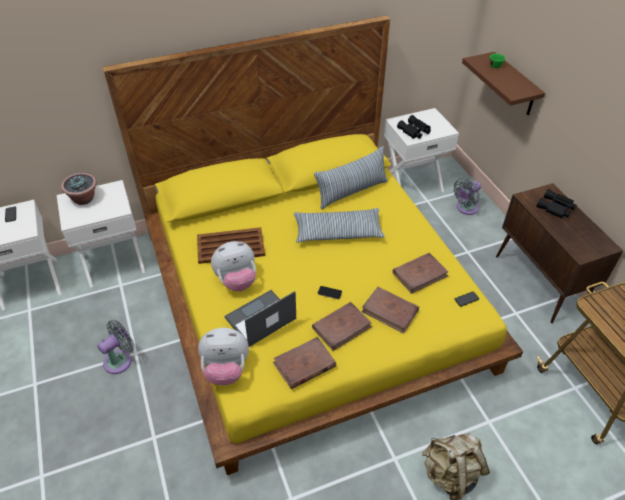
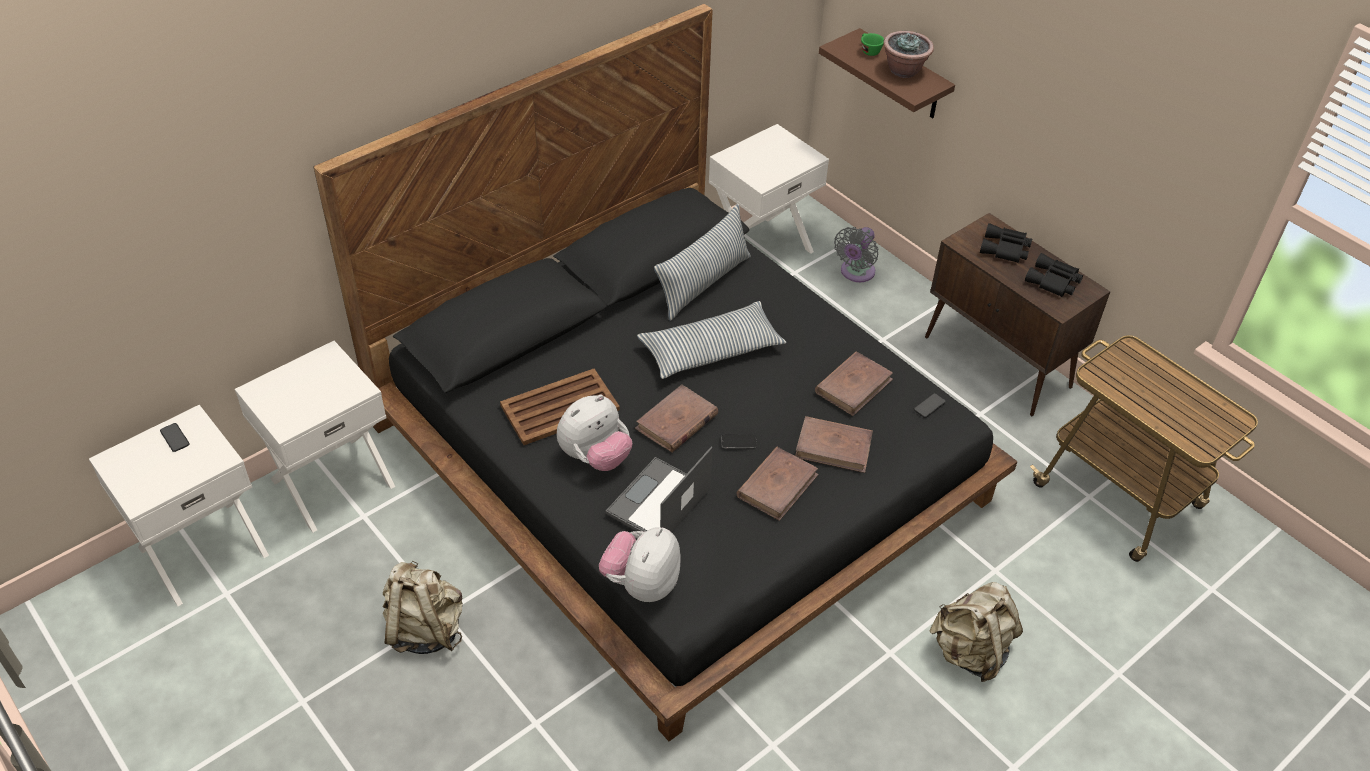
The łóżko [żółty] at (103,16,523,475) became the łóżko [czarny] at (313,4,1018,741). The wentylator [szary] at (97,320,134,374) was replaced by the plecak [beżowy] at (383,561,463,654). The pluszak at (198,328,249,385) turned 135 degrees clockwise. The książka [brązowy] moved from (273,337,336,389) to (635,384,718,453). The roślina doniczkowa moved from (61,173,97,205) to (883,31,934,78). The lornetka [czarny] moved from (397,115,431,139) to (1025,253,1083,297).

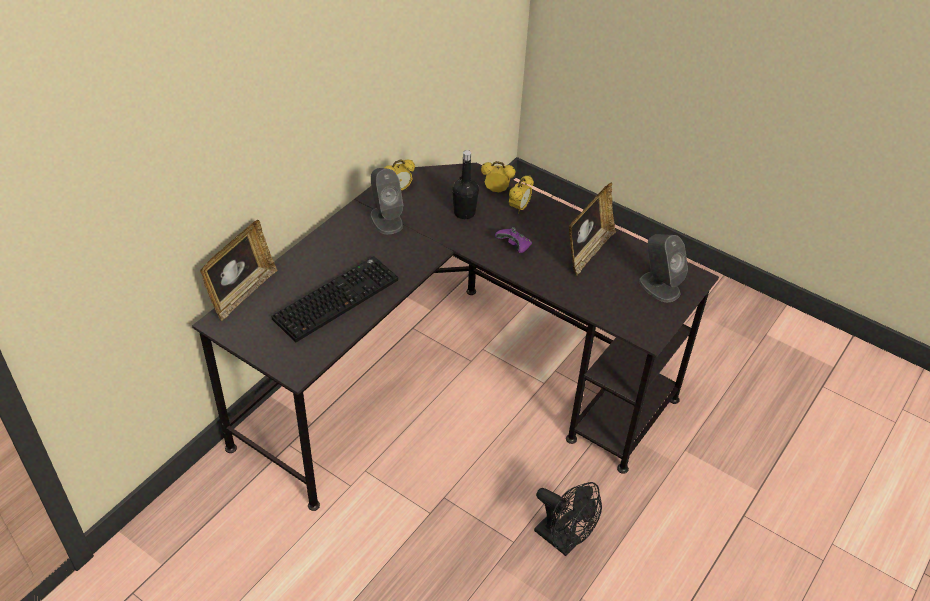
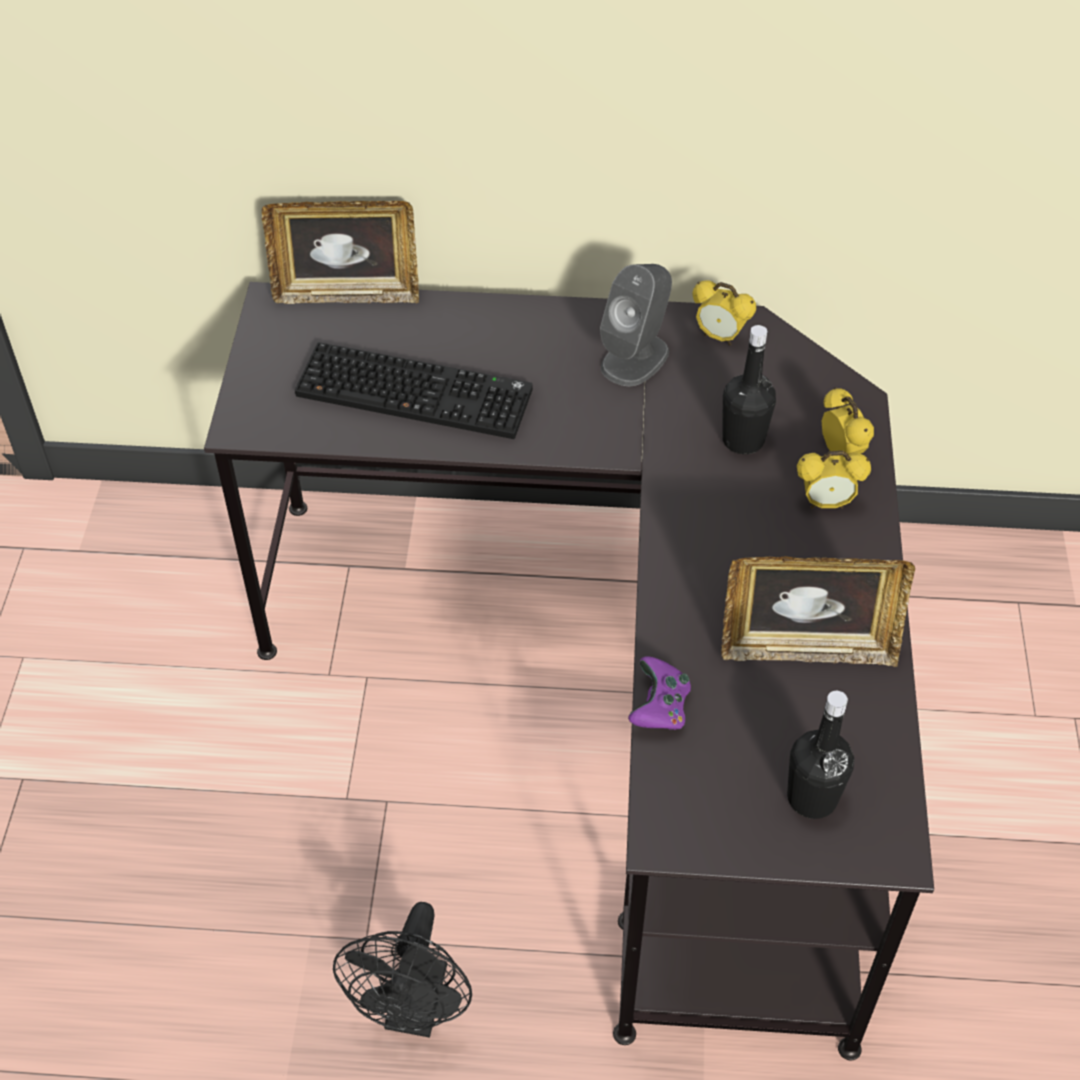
The pad do gier [fioletowy] moved from (495,227,532,253) to (628,656,691,730). The głośnik [szary] at (639,234,688,302) was replaced by the butelka [czarny] at (787,691,854,819).

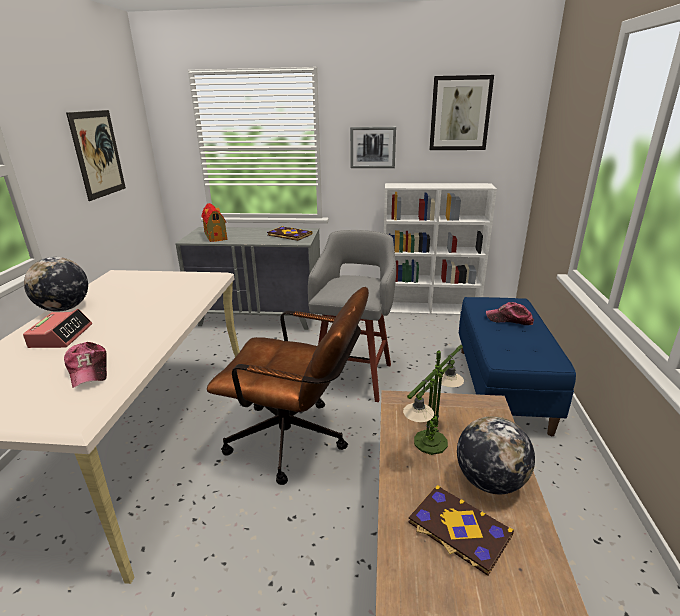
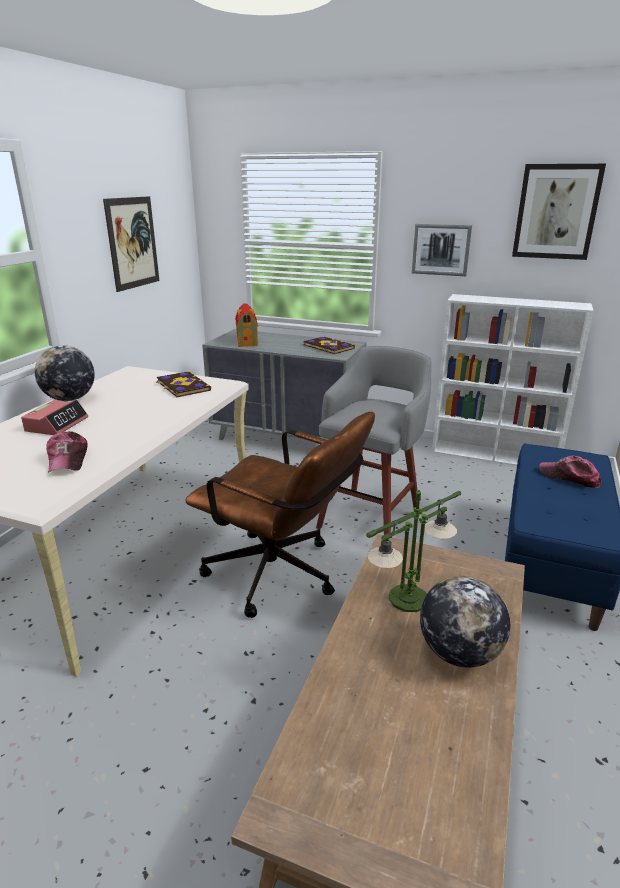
The książka moved from (408,485,514,576) to (156,371,211,397).

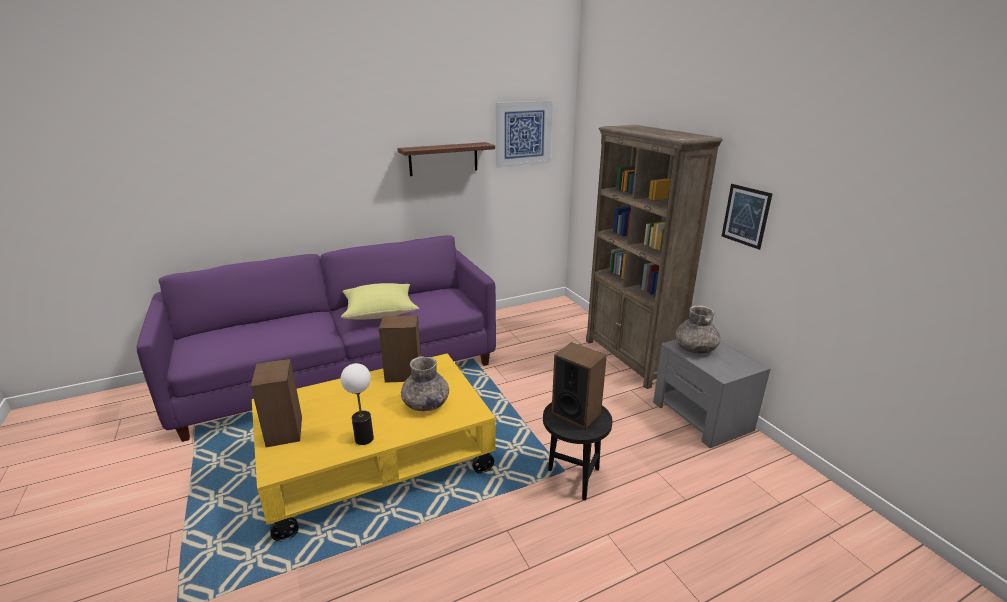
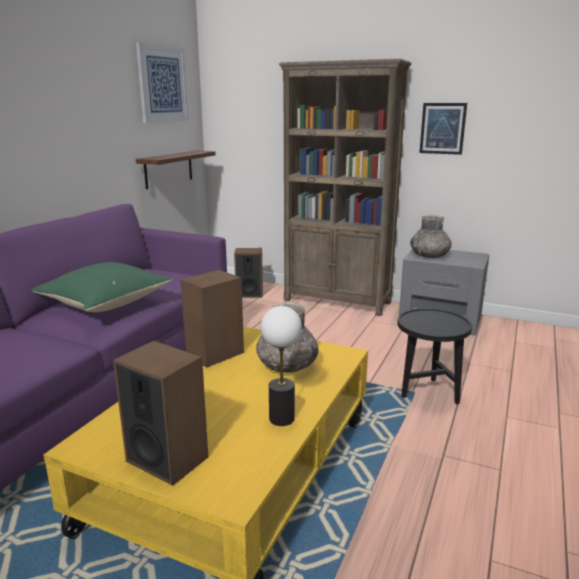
The poduszka [żółty] at (341,283,419,320) became the poduszka [zielony] at (31,262,173,312). The półka moved from (397,142,495,176) to (136,150,216,189). The głośnik moved from (551,342,607,429) to (234,248,263,298).

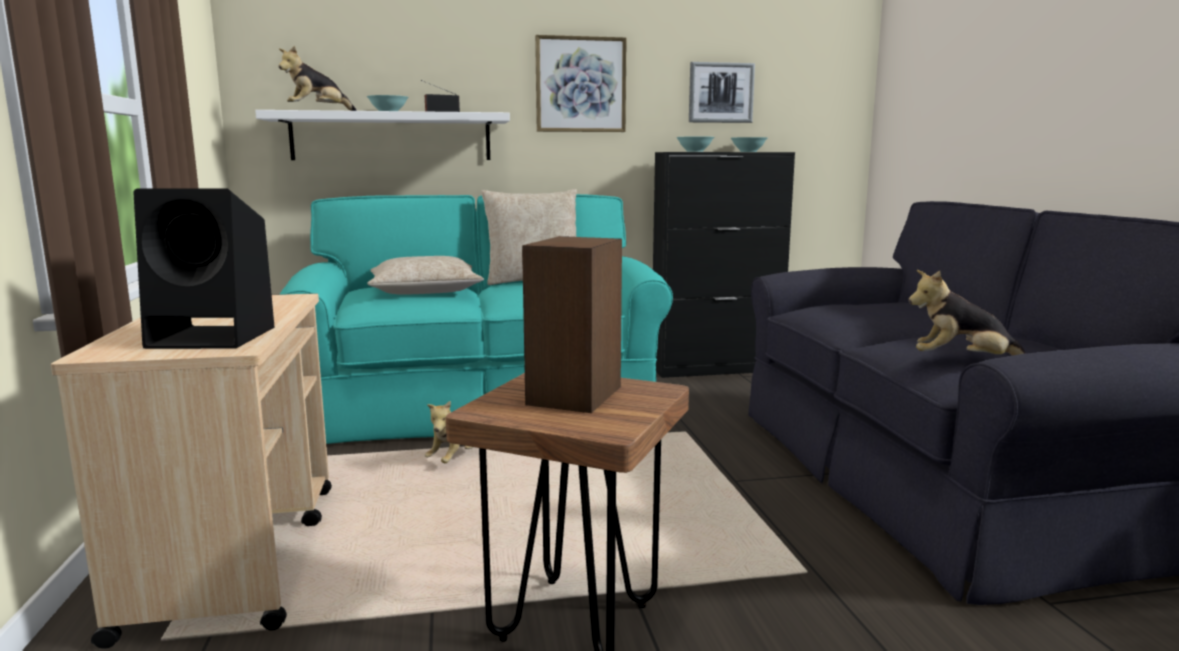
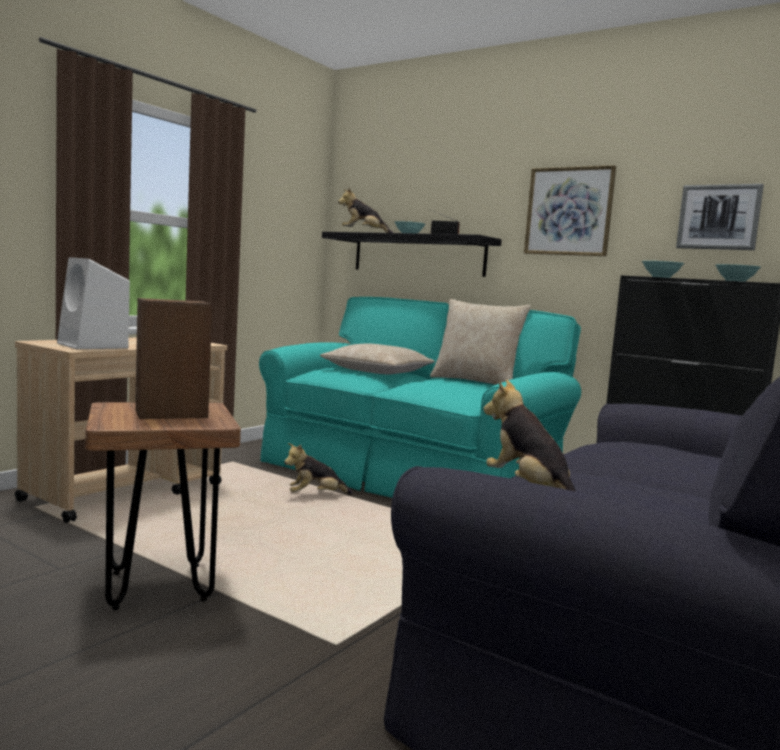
The głośnik [czarny] at (133,188,275,349) became the głośnik [biały] at (57,257,130,349). The półka [biały] at (255,110,510,160) became the półka [czarny] at (322,232,501,277).

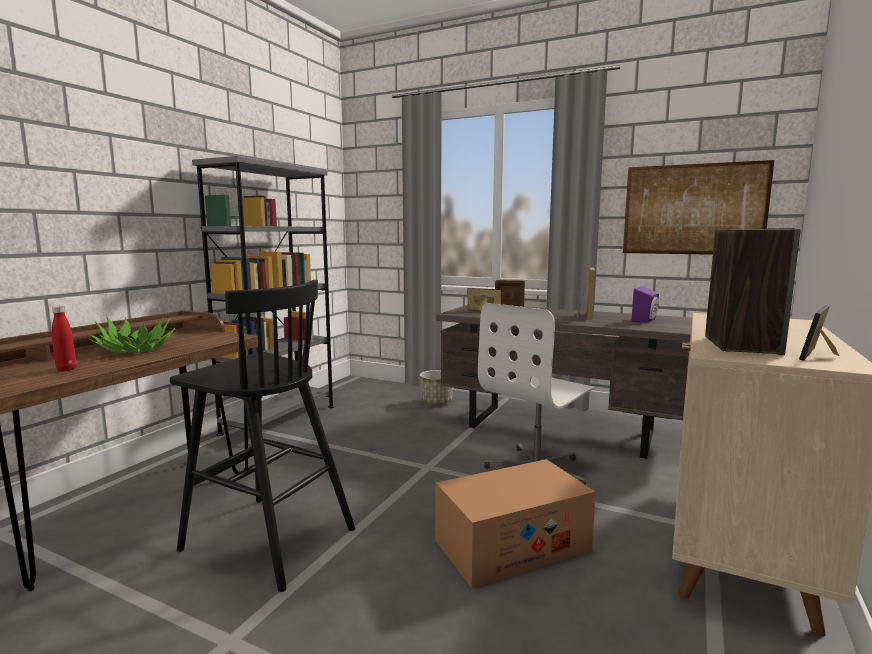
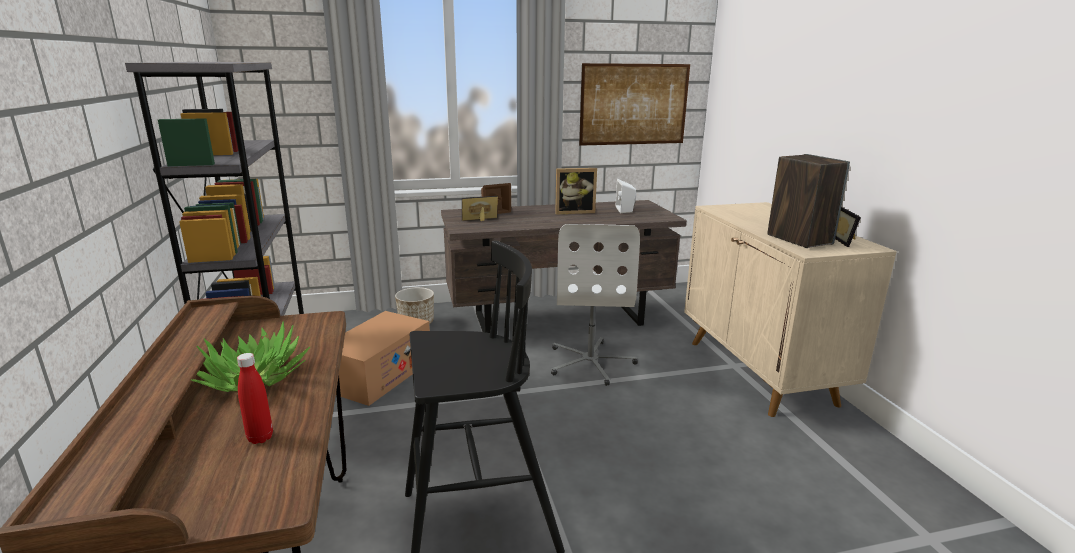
The karton moved from (435,459,596,588) to (339,311,430,406). The ramka na zdjęcie at (577,267,595,320) turned 105 degrees clockwise. The głośnik [fioletowy] at (632,286,659,323) became the głośnik [biały] at (616,179,636,213).

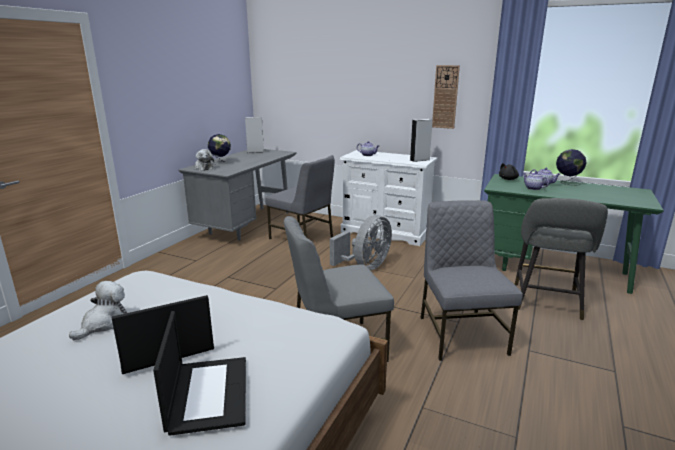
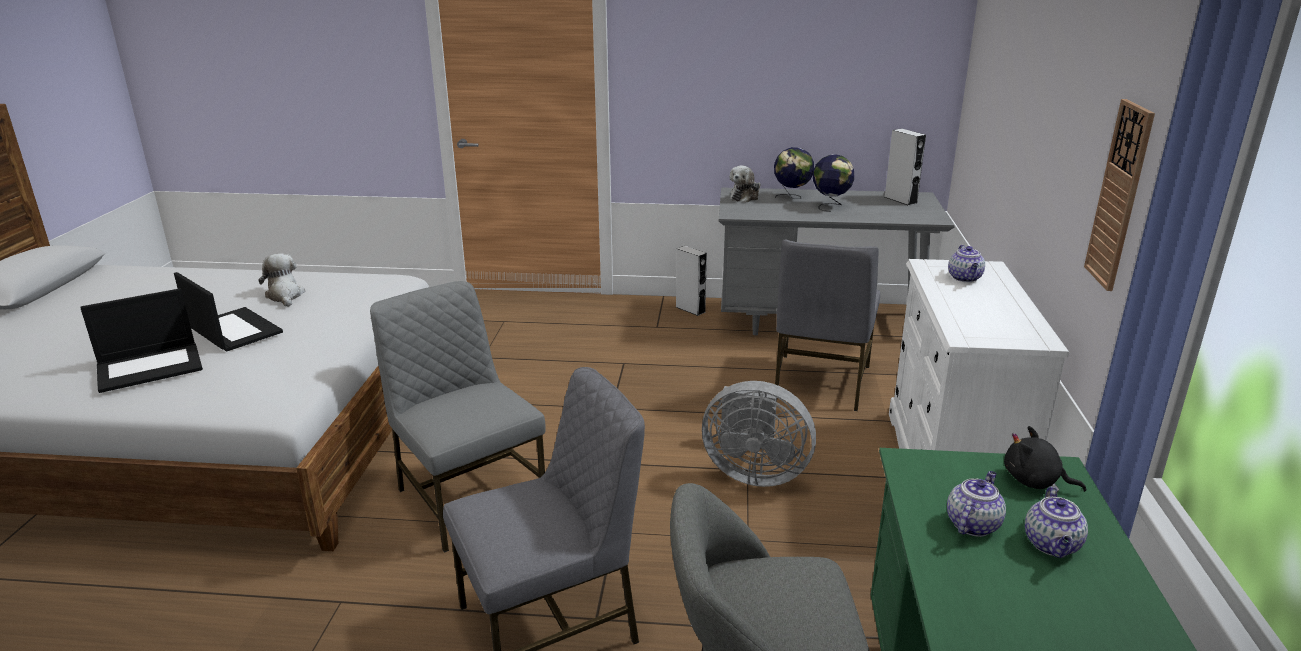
The pluszak at (69,281,127,340) turned 120 degrees counterclockwise. The głośnik [szary] moved from (410,119,433,162) to (676,246,707,316). The globus moved from (556,149,586,186) to (813,154,854,212).

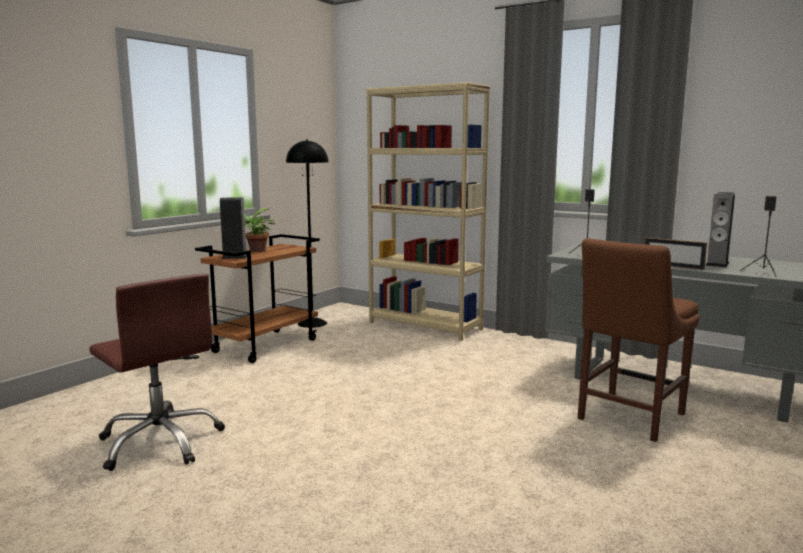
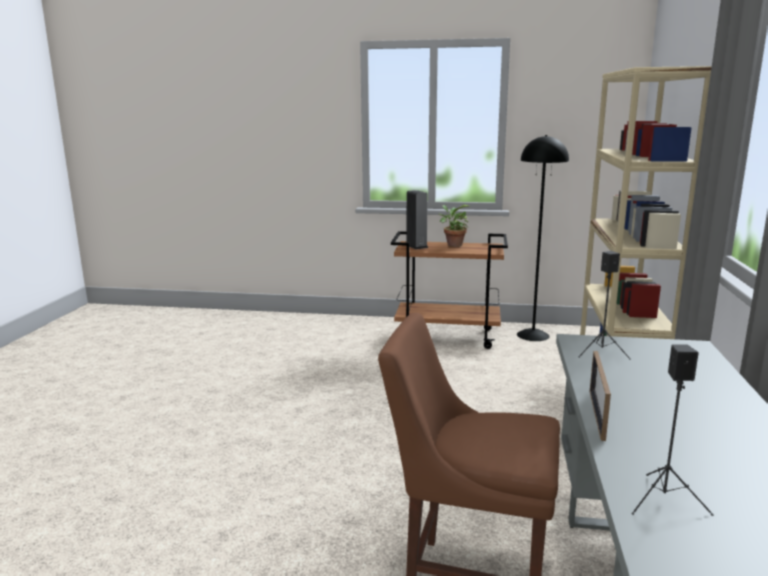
The krzesło biurowe [brązowy] at (89,273,225,471) disappeared. The głośnik at (705,192,735,268) disappeared.

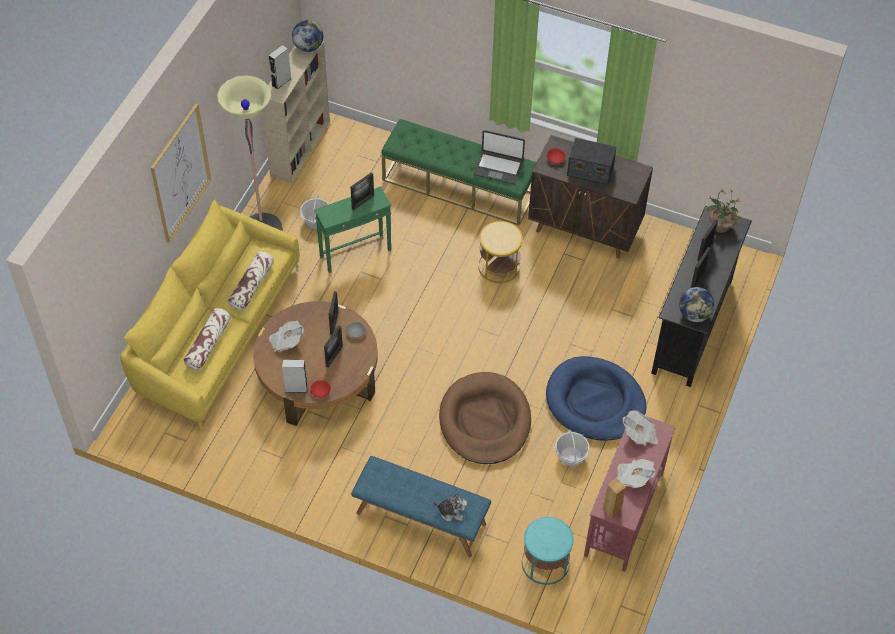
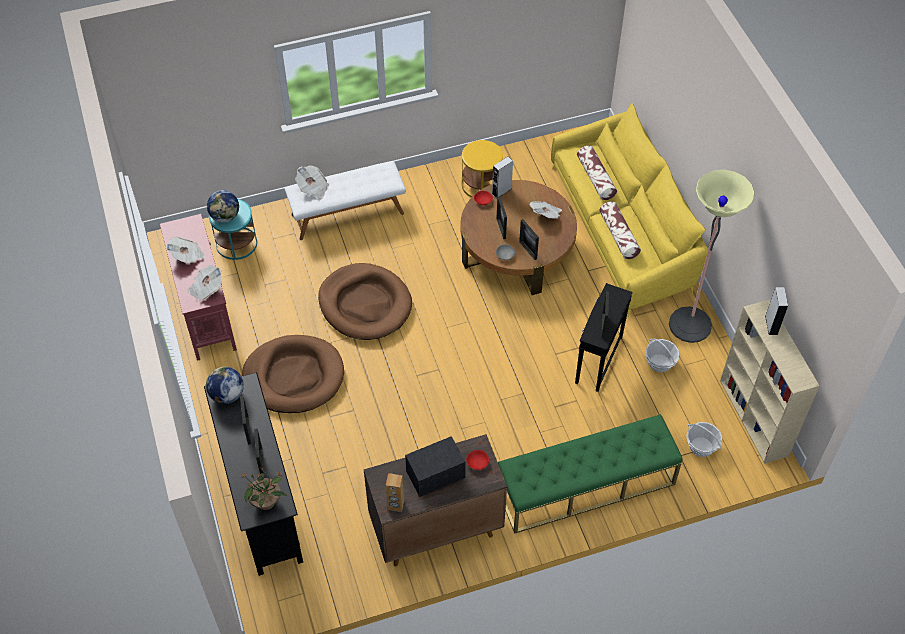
The globus moved from (292,20,323,52) to (207,190,239,223). The legowisko [niebieski] at (546,356,646,441) became the legowisko [brązowy] at (242,335,344,413). The ławka [niebieski] at (351,456,491,557) became the ławka [biały] at (285,161,406,240). The pluszak at (433,493,467,522) was replaced by the gazeta at (295,165,329,199). The głośnik [brązowy] moved from (603,478,626,518) to (386,473,404,512). The stolik [żółty] moved from (478,221,523,283) to (462,140,503,198). The stolik [zielony] at (314,186,391,273) became the stolik [czarny] at (575,283,633,392). The koszyk moved from (555,429,589,467) to (686,422,722,457). The obraz at (151,103,211,243) disappeared. The laptop at (474,130,525,184) disappeared.

